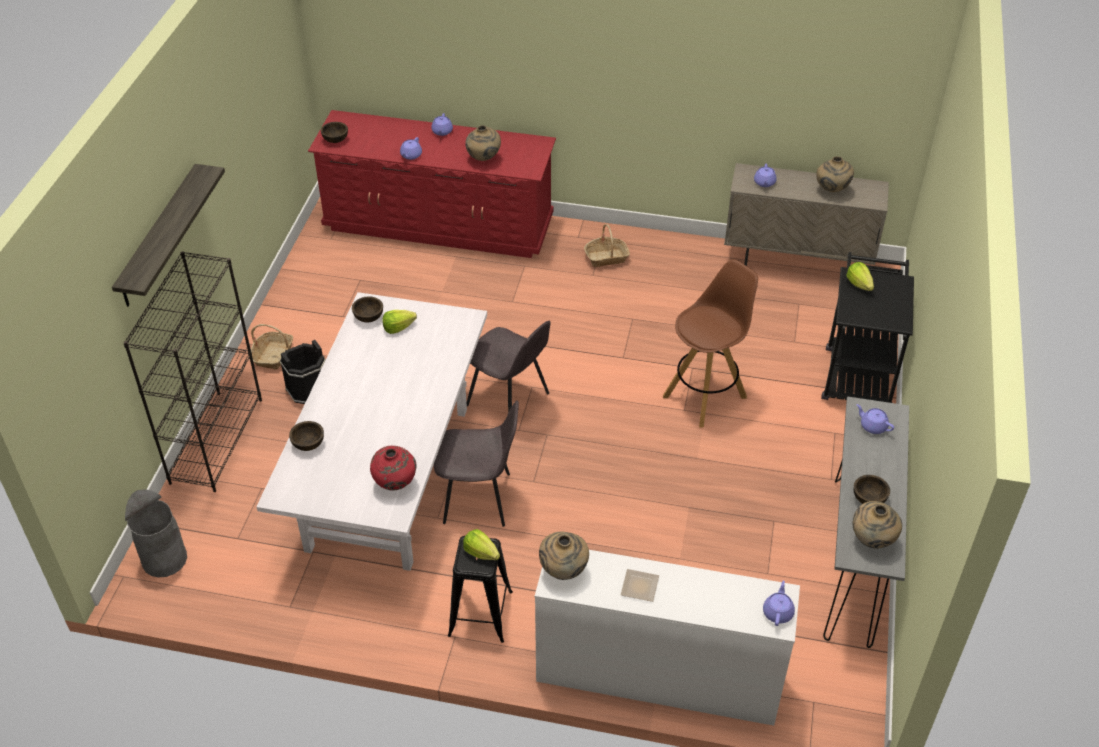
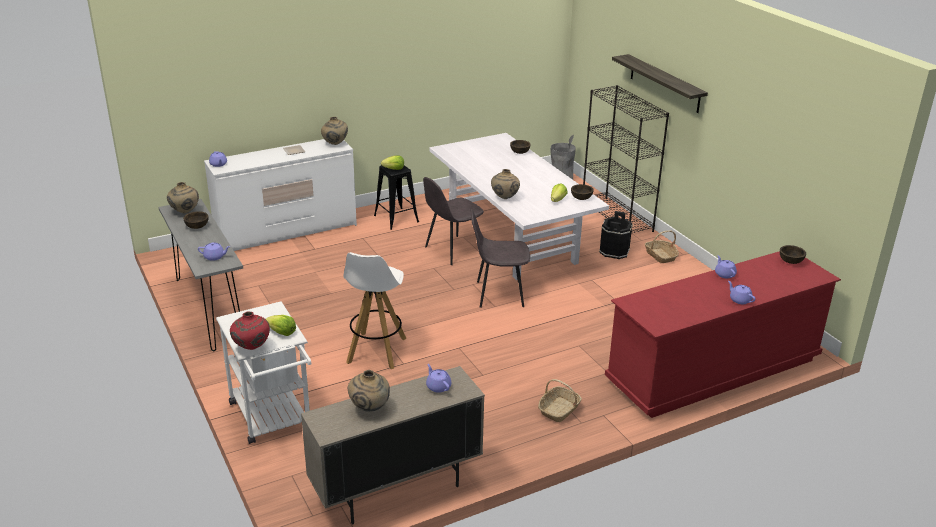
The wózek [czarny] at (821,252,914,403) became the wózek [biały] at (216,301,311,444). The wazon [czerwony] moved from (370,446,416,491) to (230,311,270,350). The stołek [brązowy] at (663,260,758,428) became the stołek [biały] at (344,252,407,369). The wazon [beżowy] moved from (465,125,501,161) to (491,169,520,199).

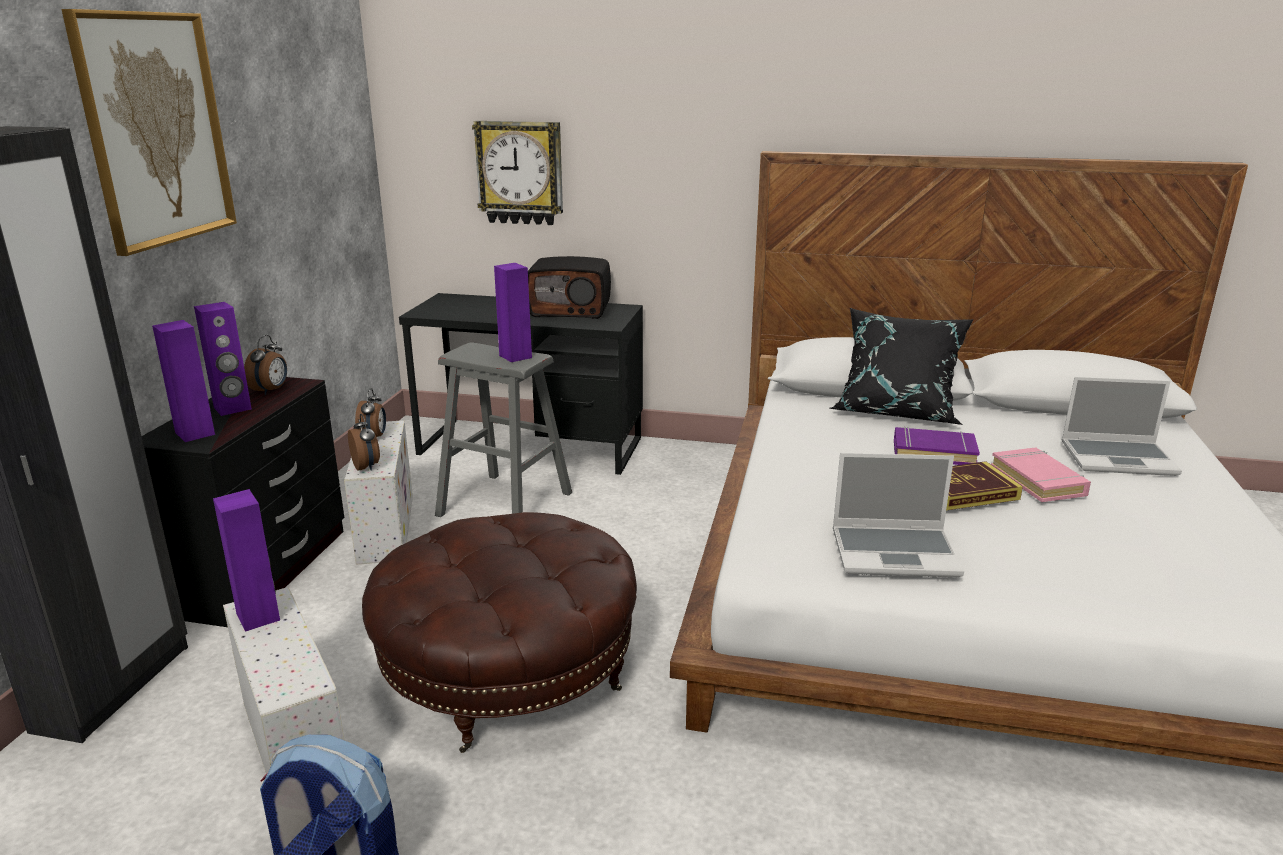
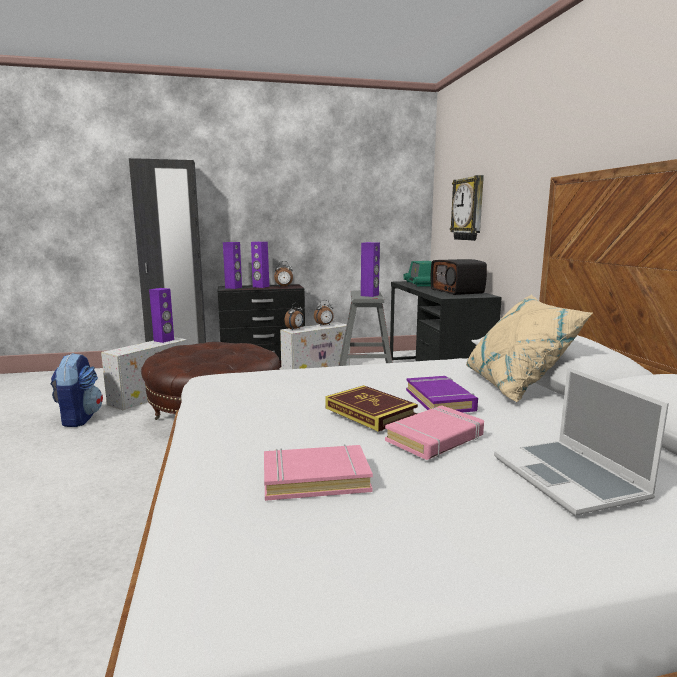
The książka [różowy] at (264,444,373,501) appeared. The radio at (403,261,432,287) appeared. The poduszka [czarny] at (830,308,973,425) became the poduszka [beżowy] at (466,295,593,402). The obraz at (61,9,237,256) disappeared. The laptop at (833,453,964,577) disappeared.

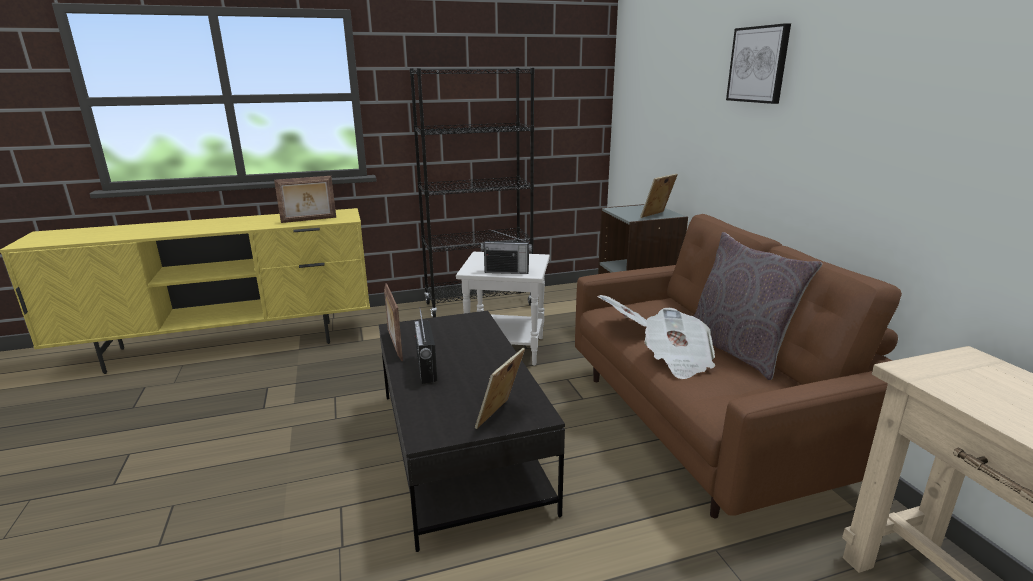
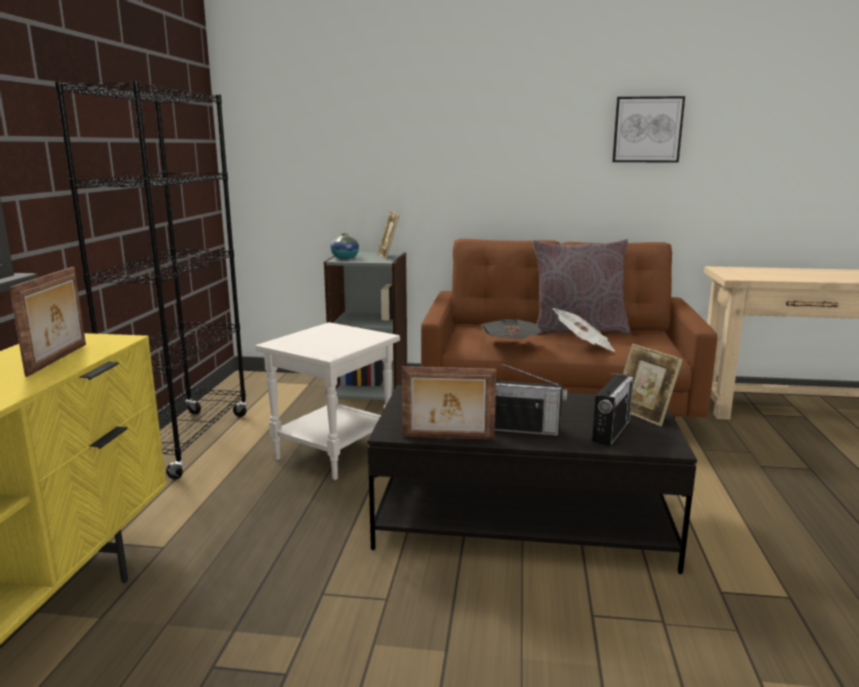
The wazon at (331,233,359,259) appeared. The radio moved from (481,229,532,274) to (592,373,634,446). The obraz moved from (726,23,791,104) to (612,96,685,162).

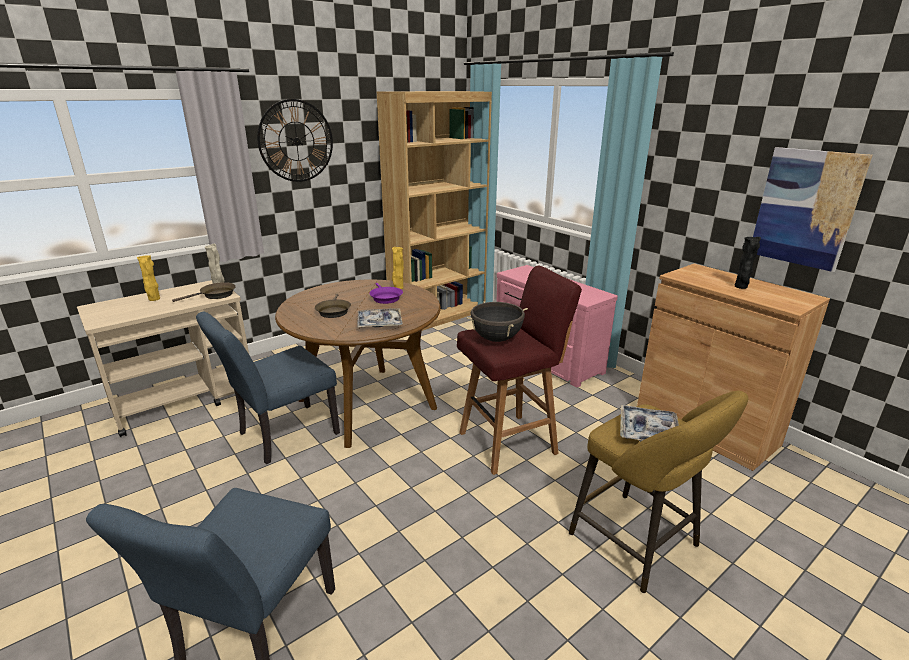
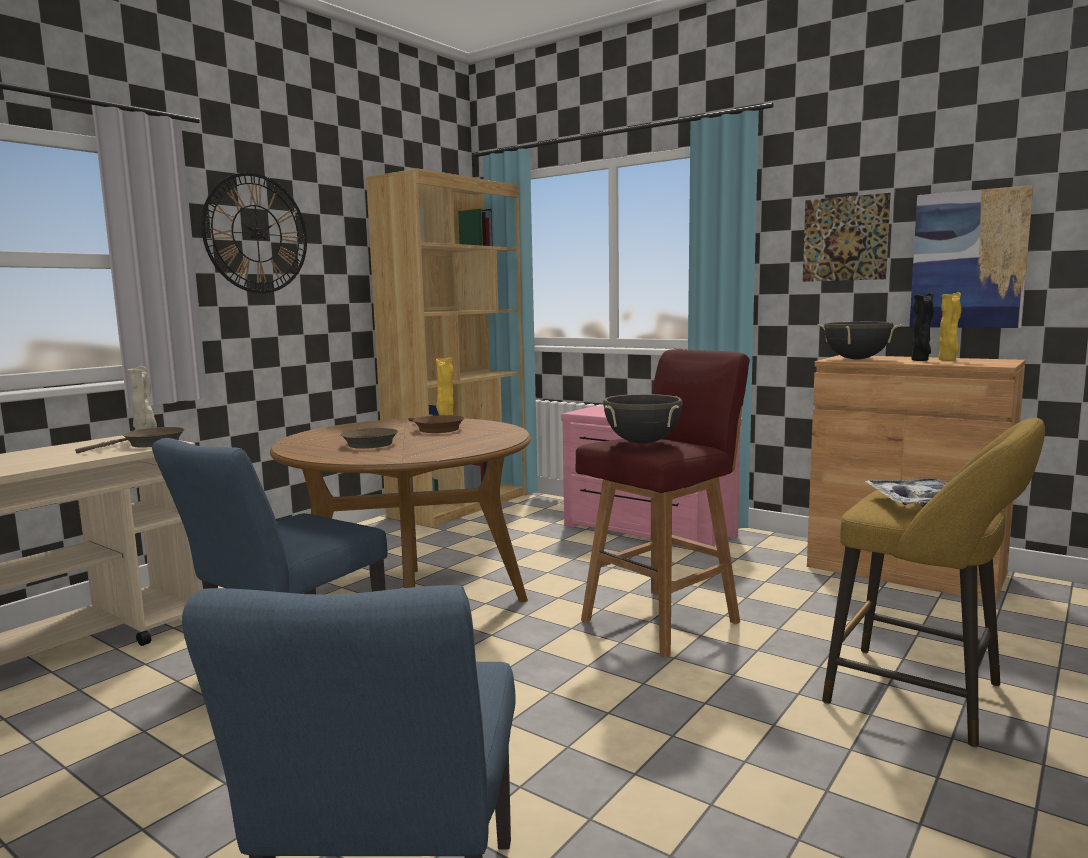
The patelnia [fioletowy] at (369,283,403,304) became the patelnia [brązowy] at (408,415,464,433). The obraz at (803,193,891,282) appeared. The garnek [czarny] at (817,322,902,359) appeared. The wazon [żółty] moved from (137,256,160,301) to (939,292,961,361). The taca at (358,308,403,327) disappeared.

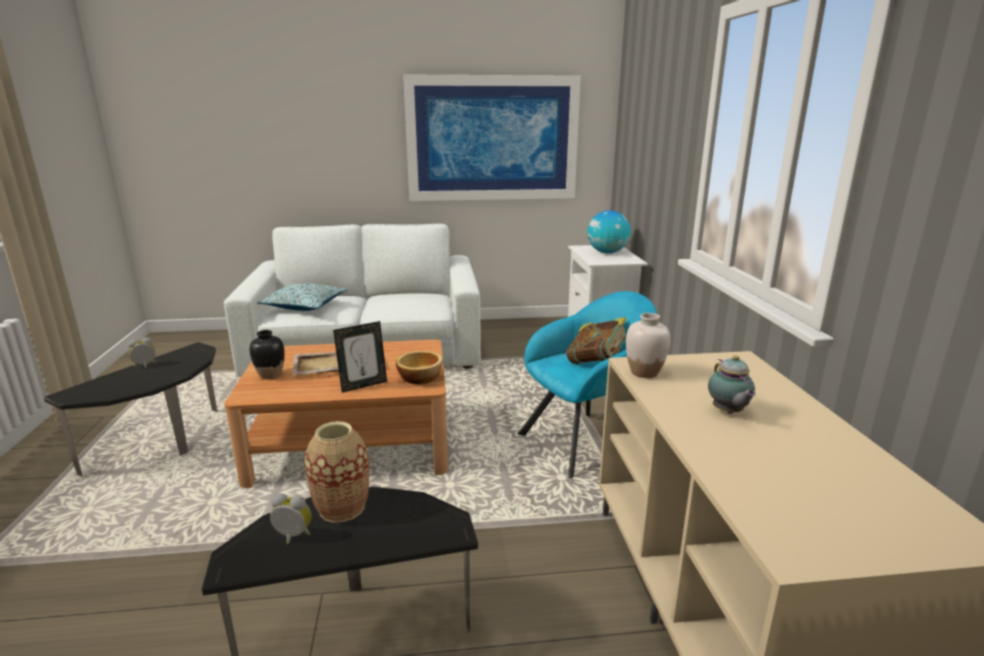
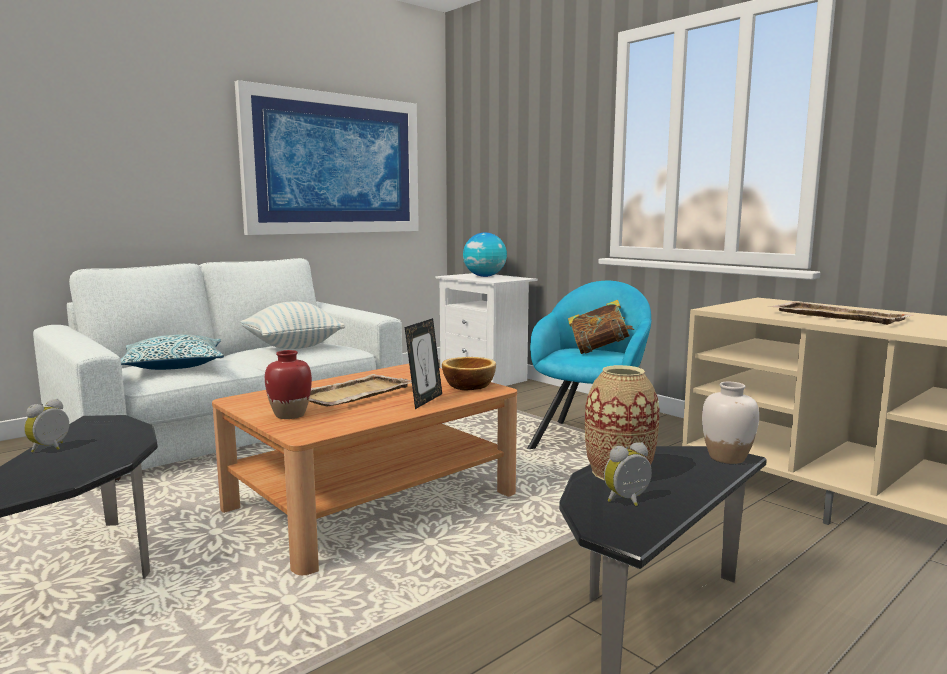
The poduszka at (240,301,345,349) appeared. The wazon [czarny] at (250,330,285,379) became the wazon [czerwony] at (265,350,312,419). The wazon [biały] moved from (626,313,670,378) to (702,382,759,464). The imbryk at (708,355,756,414) was replaced by the taca [beżowy] at (768,301,914,325).

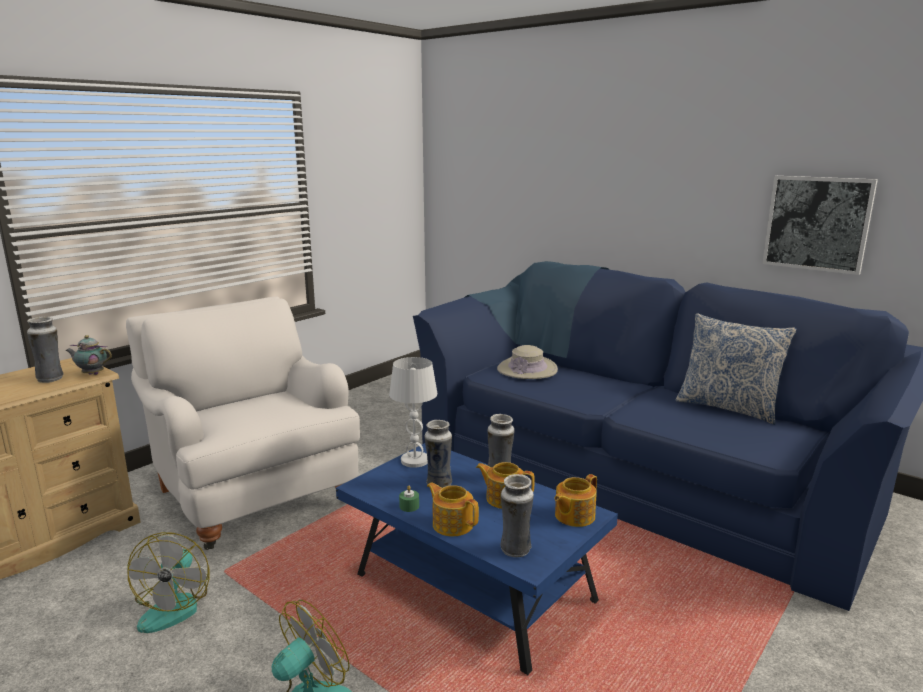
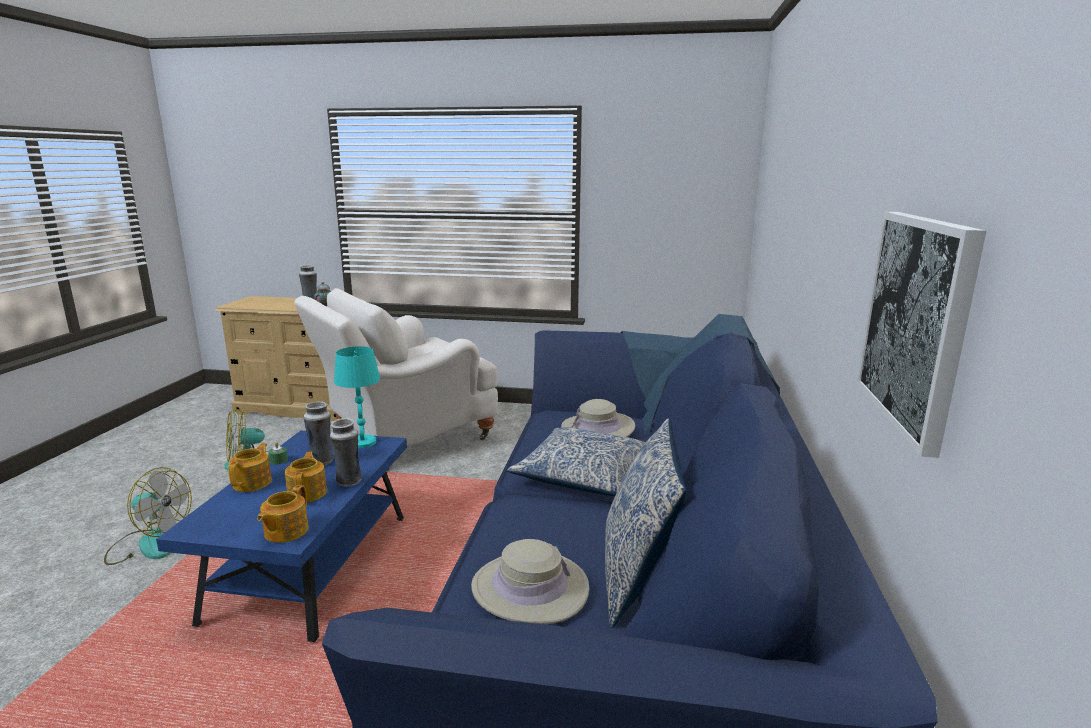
The imbryk at (554,474,597,527) turned 90 degrees counterclockwise. The fotel [biały] at (126,296,360,550) turned 150 degrees counterclockwise. The lampa stołowa [biały] at (389,357,437,468) became the lampa stołowa [turkusowy] at (334,346,380,448). The kapelusz [beżowy] at (471,539,589,624) appeared. The poduszka at (507,427,645,496) appeared. The wazon at (501,474,534,557) disappeared.

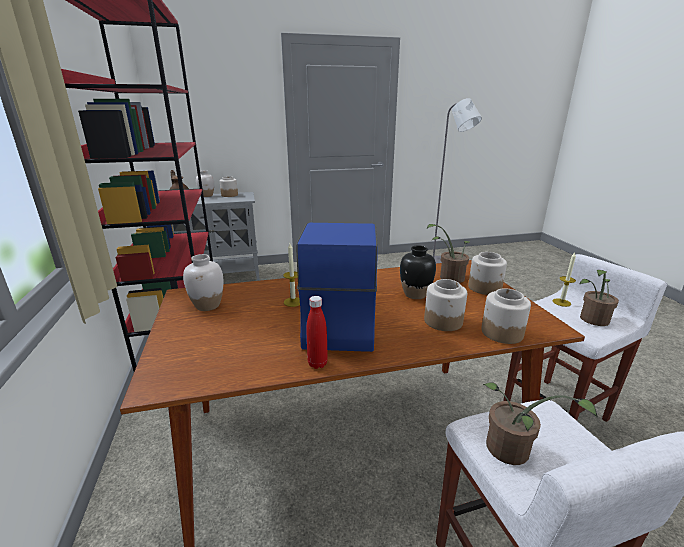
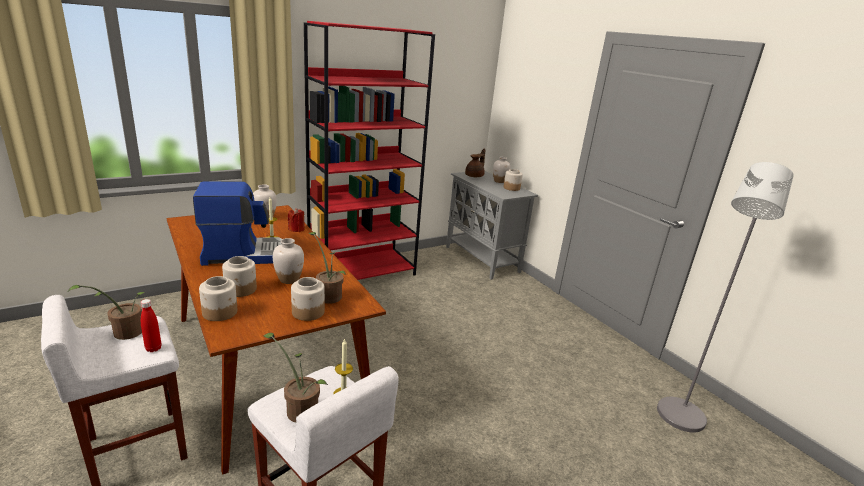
The butelka [czerwony] moved from (306,296,328,369) to (140,299,161,352). The wazon [czarny] at (400,246,436,299) became the wazon [biały] at (273,238,304,284). The świeca [czerwony] at (288,208,305,232) appeared.

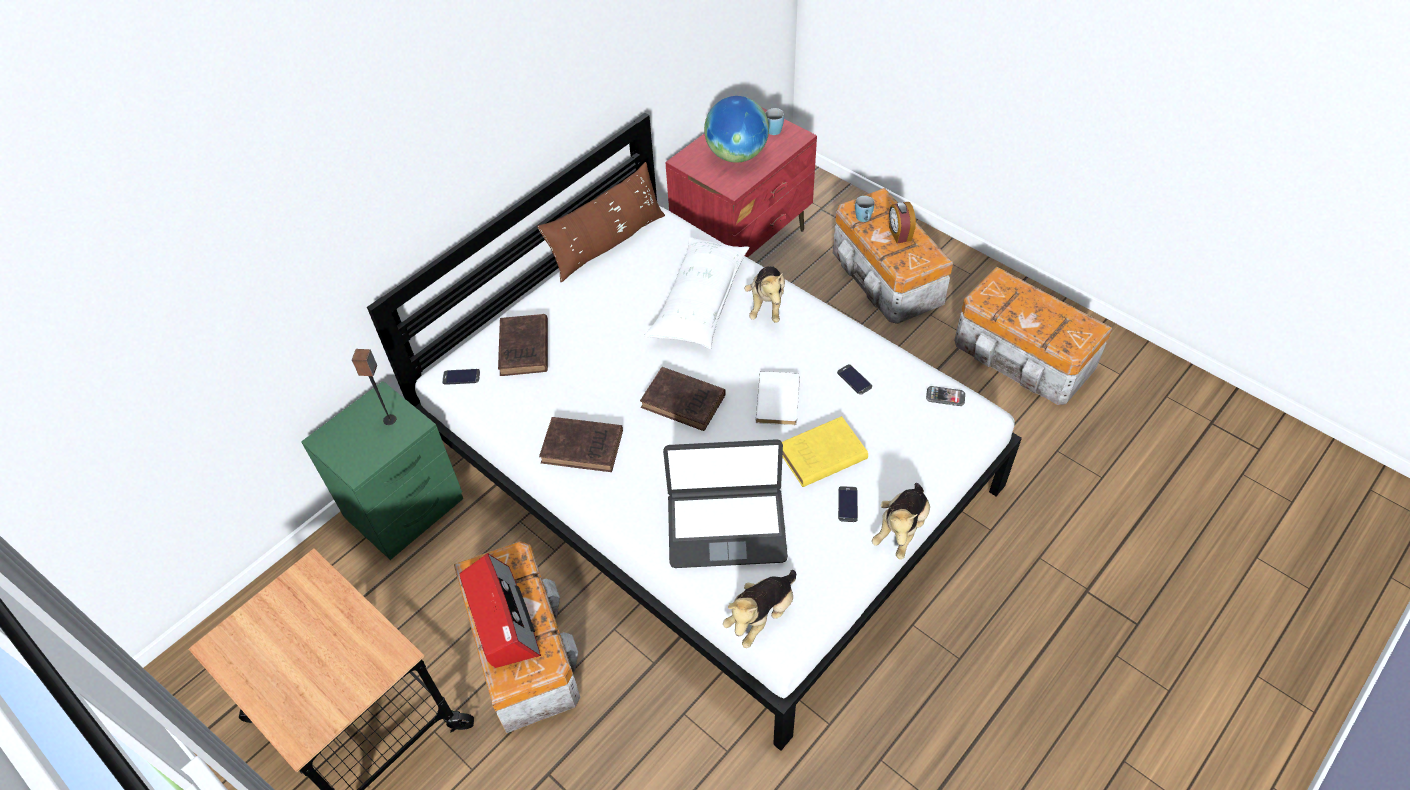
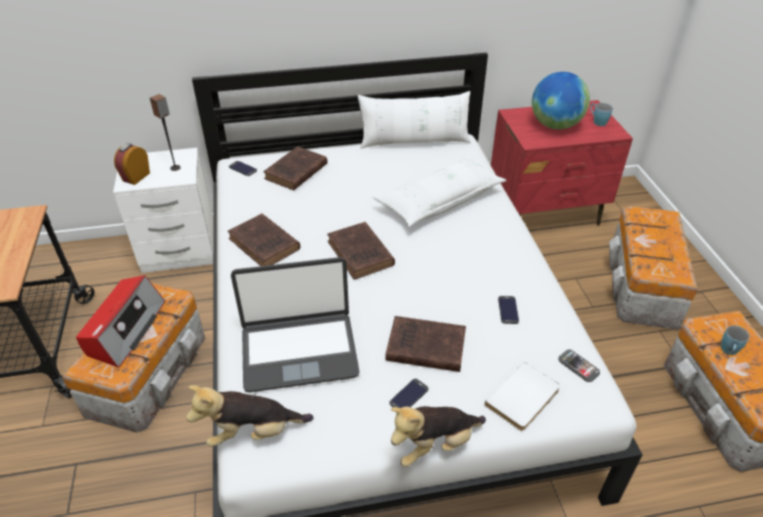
The szafka nocna [zielony] at (301,381,463,560) became the szafka nocna [biały] at (113,148,213,273). The budzik moved from (889,202,916,243) to (114,143,150,185). The laptop at (663,439,788,568) turned 45 degrees counterclockwise. The poduszka [brązowy] at (537,162,665,282) became the poduszka [biały] at (358,91,470,149). The książka [żółty] at (782,416,868,487) became the książka [brązowy] at (385,316,466,372). The książka [biały] moved from (756,371,800,425) to (484,362,560,431). The kubek [niebieski] moved from (855,196,874,222) to (721,325,750,355). The pluszak at (744,266,785,323) disappeared.

